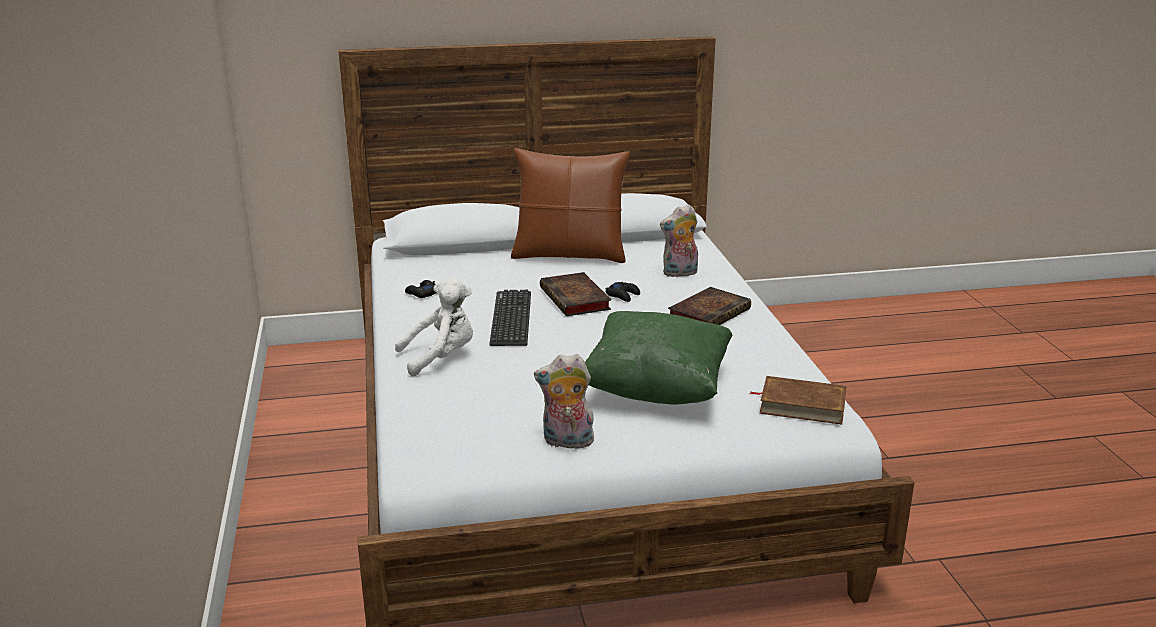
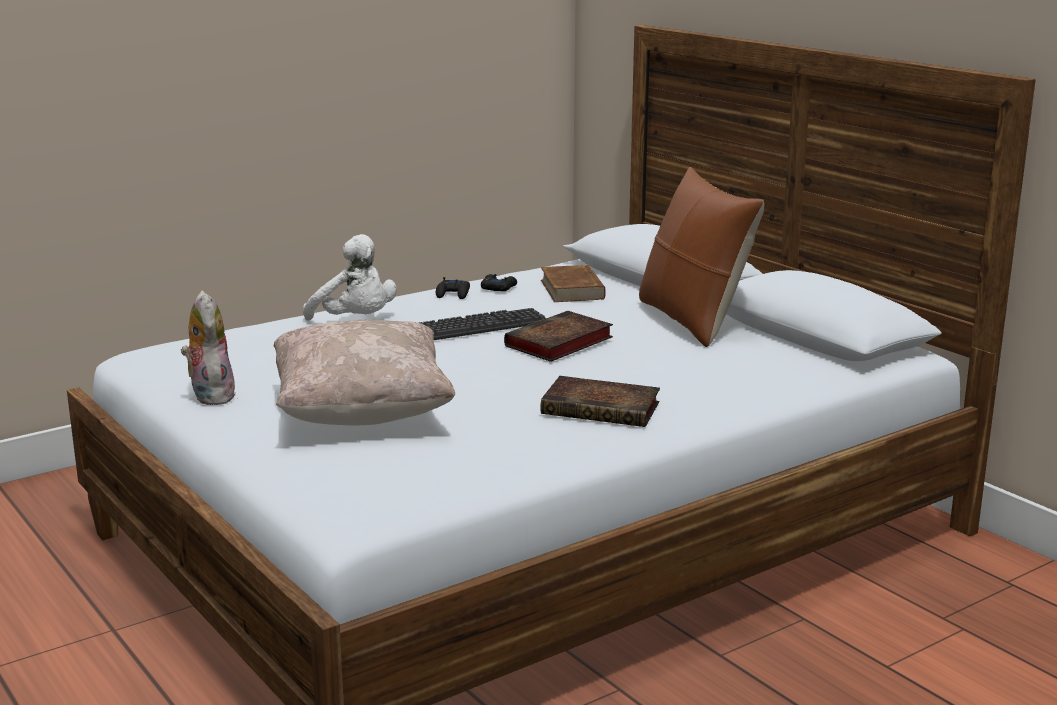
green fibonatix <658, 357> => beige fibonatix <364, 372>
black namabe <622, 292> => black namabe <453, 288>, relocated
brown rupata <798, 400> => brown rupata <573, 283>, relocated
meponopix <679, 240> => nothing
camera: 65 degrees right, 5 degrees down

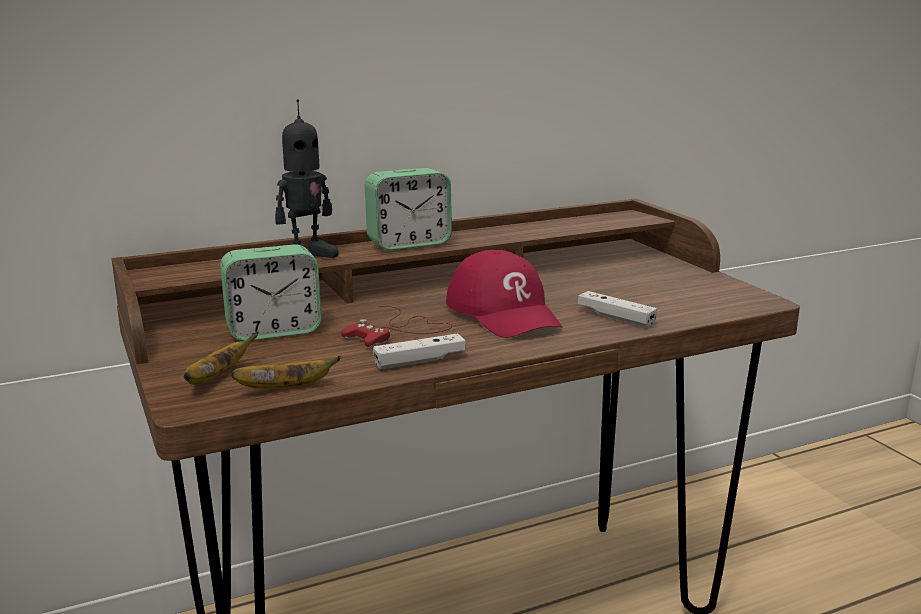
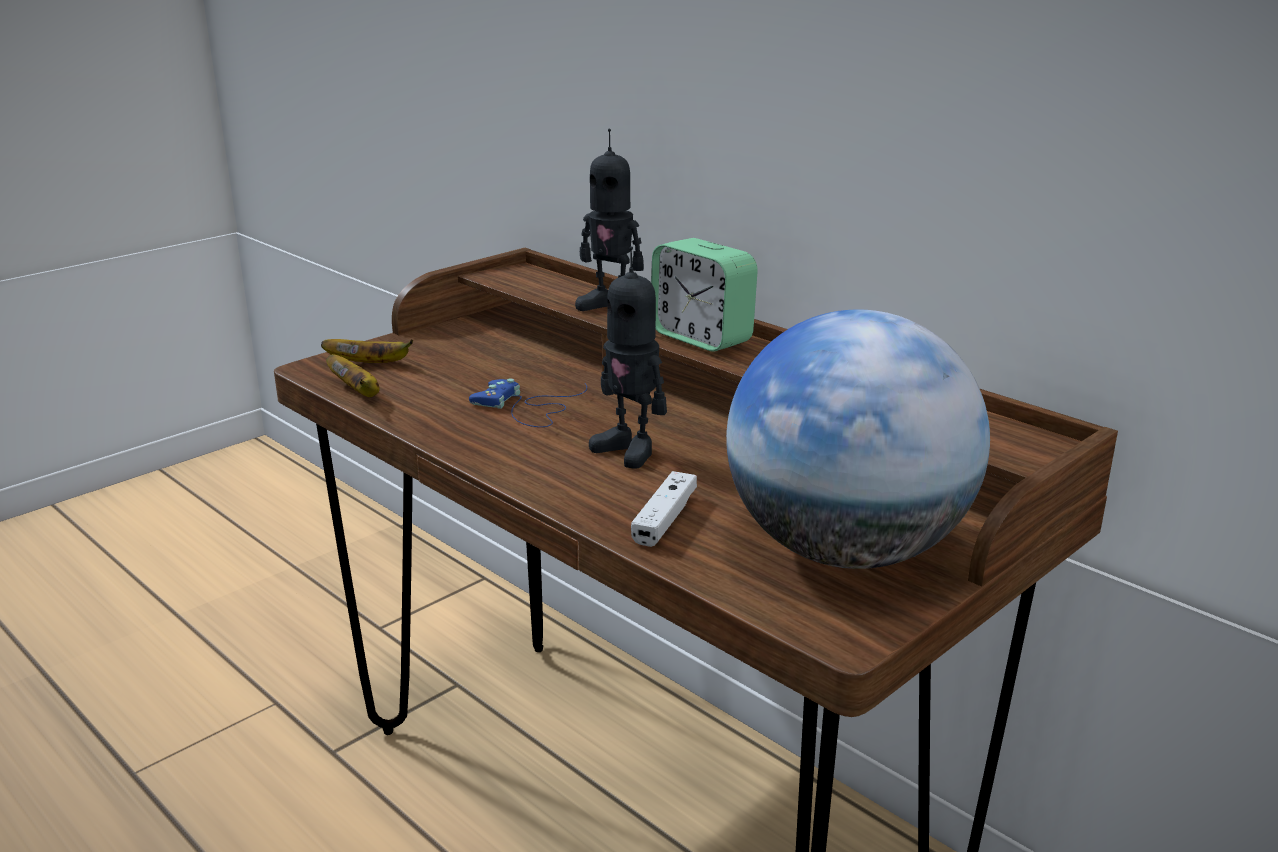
red namabe <396, 327> => blue namabe <528, 402>
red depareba <504, 294> => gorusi <628, 357>
nothing => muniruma <858, 439>
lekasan <271, 292> => nothing
white namabe <419, 351> => nothing
camera: 70 degrees right, 5 degrees up

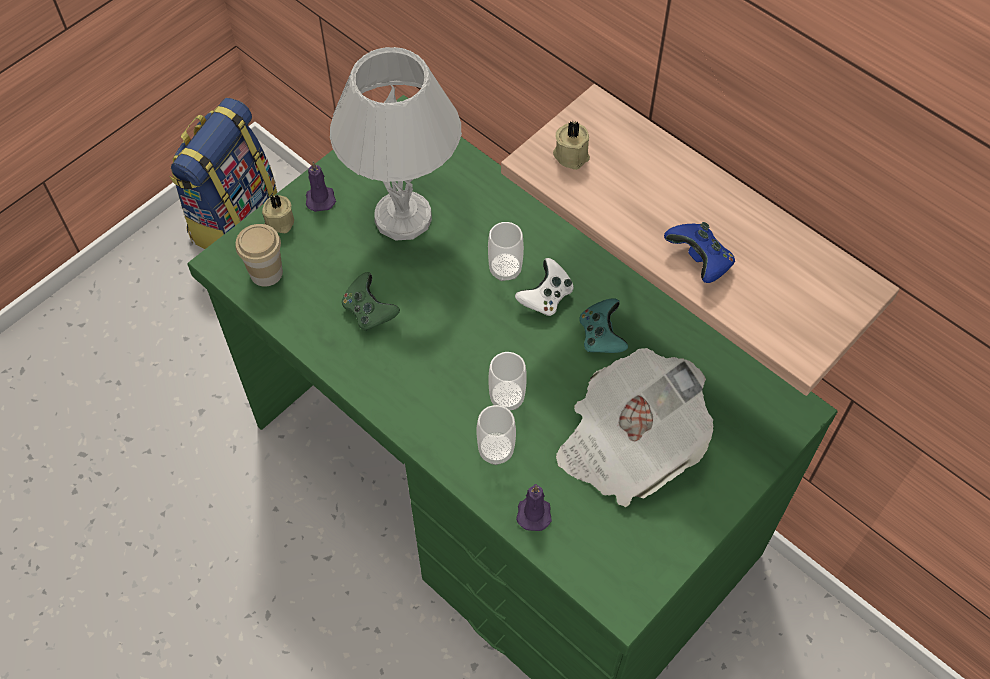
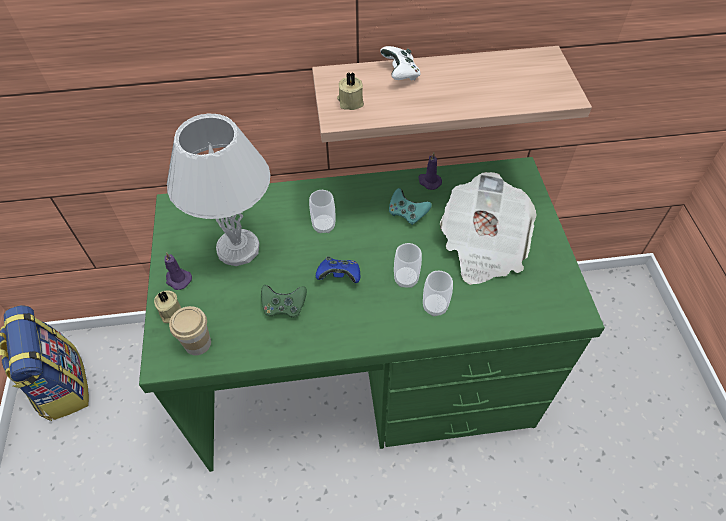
blue namabe <699, 252> => blue namabe <338, 269>, relocated
white namabe <544, 287> => white namabe <400, 63>, relocated
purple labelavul <534, 507> => purple labelavul <430, 171>, relocated
camera: 50 degrees left, 5 degrees down

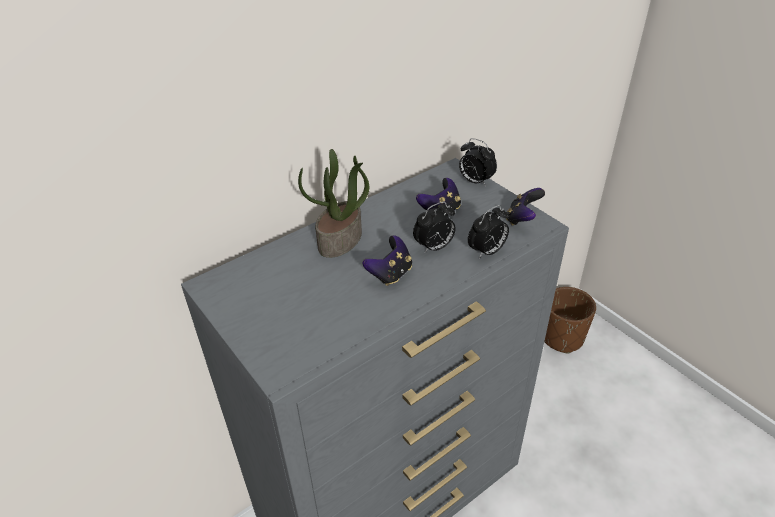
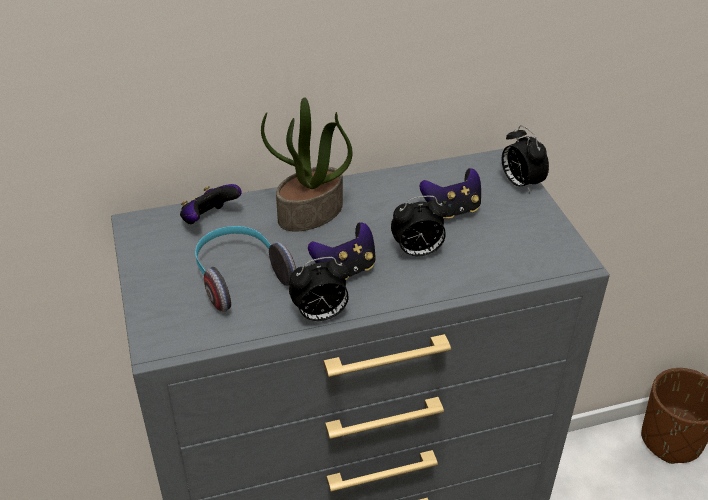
namabe <525, 207> => namabe <211, 204>, relocated
nothing => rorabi <245, 269>
lekasan <488, 231> => lekasan <319, 289>, relocated
camera: 20 degrees right, 0 degrees up

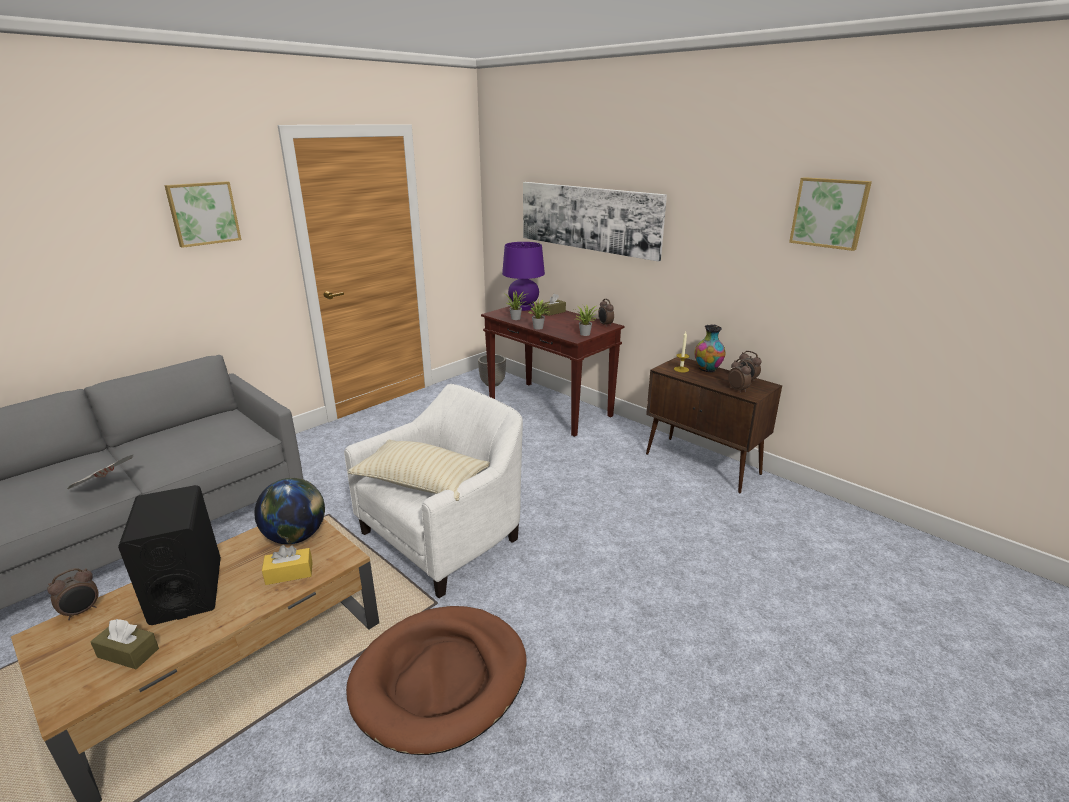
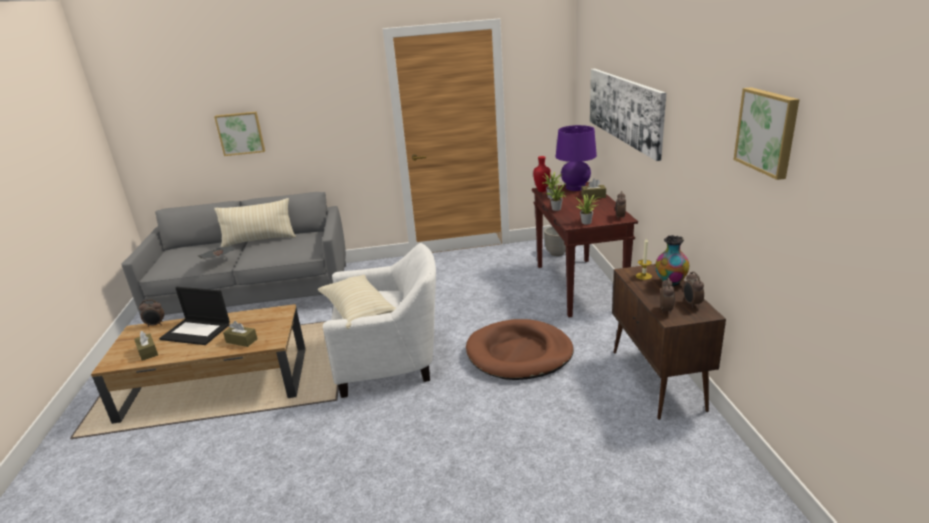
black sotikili <169, 555> => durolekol <194, 316>
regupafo <202, 214> => regupafo <239, 134>, relocated
nothing => beige fibonatix <255, 222>
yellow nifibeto <287, 565> => brown nifibeto <240, 334>
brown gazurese <436, 680> => brown gazurese <520, 349>, relocated
nothing => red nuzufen <542, 174>
muniruma <289, 511> => nothing
camera: 40 degrees right, 0 degrees up

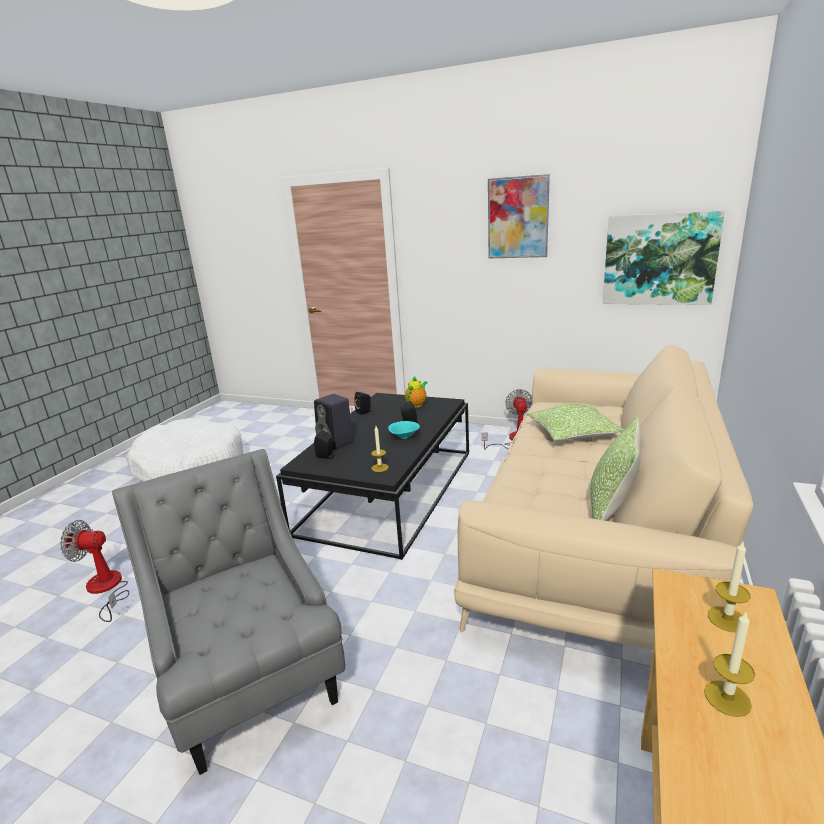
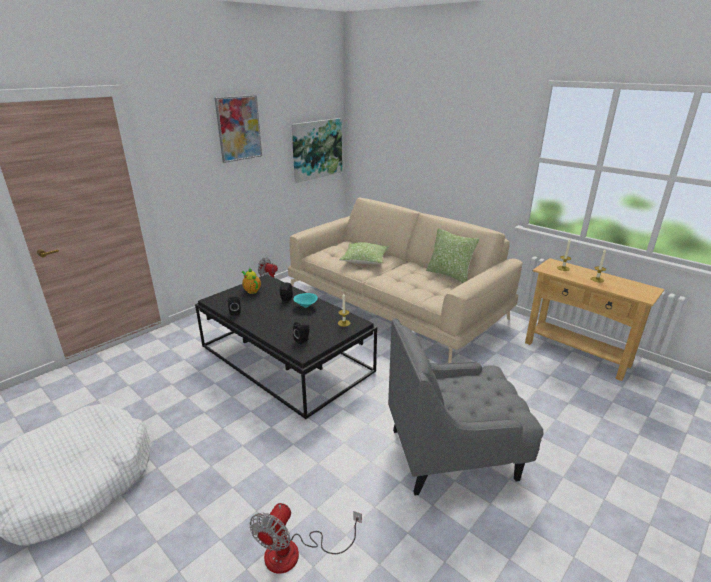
black sotikili <334, 422> => nothing
camera: 70 degrees left, 5 degrees up

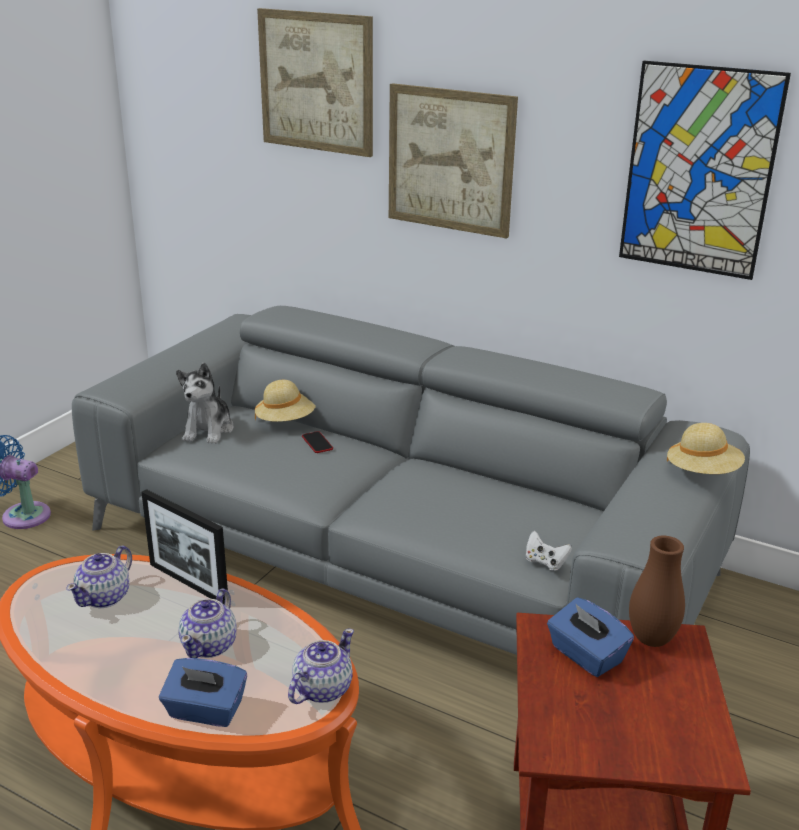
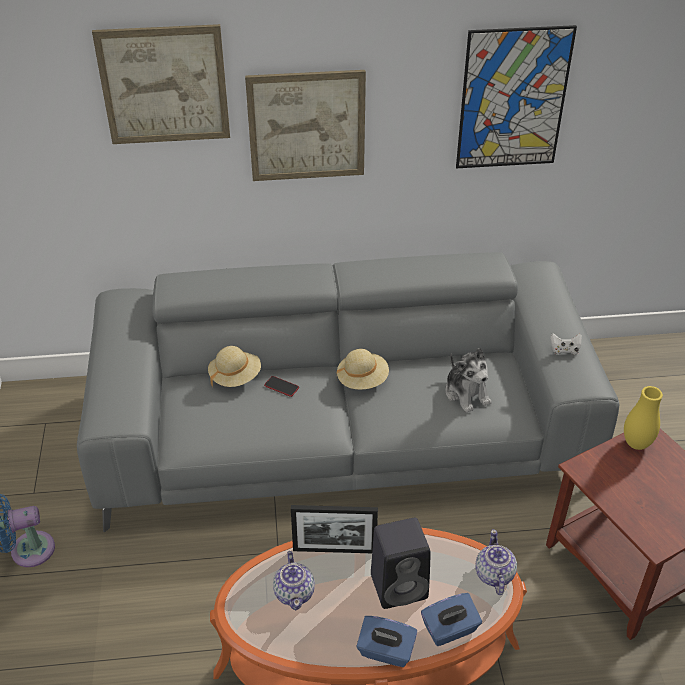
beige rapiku <706, 448> => beige rapiku <362, 369>, relocated
blue nifibeto <590, 637> => blue nifibeto <387, 641>, relocated
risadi <208, 623> => black sotikili <401, 563>
meponopix <204, 403> => meponopix <468, 380>, relocated
white namabe <549, 551> => white namabe <566, 344>, relocated
brown nuzufen <657, 591> => yellow nuzufen <643, 418>
camera: 35 degrees left, 15 degrees up

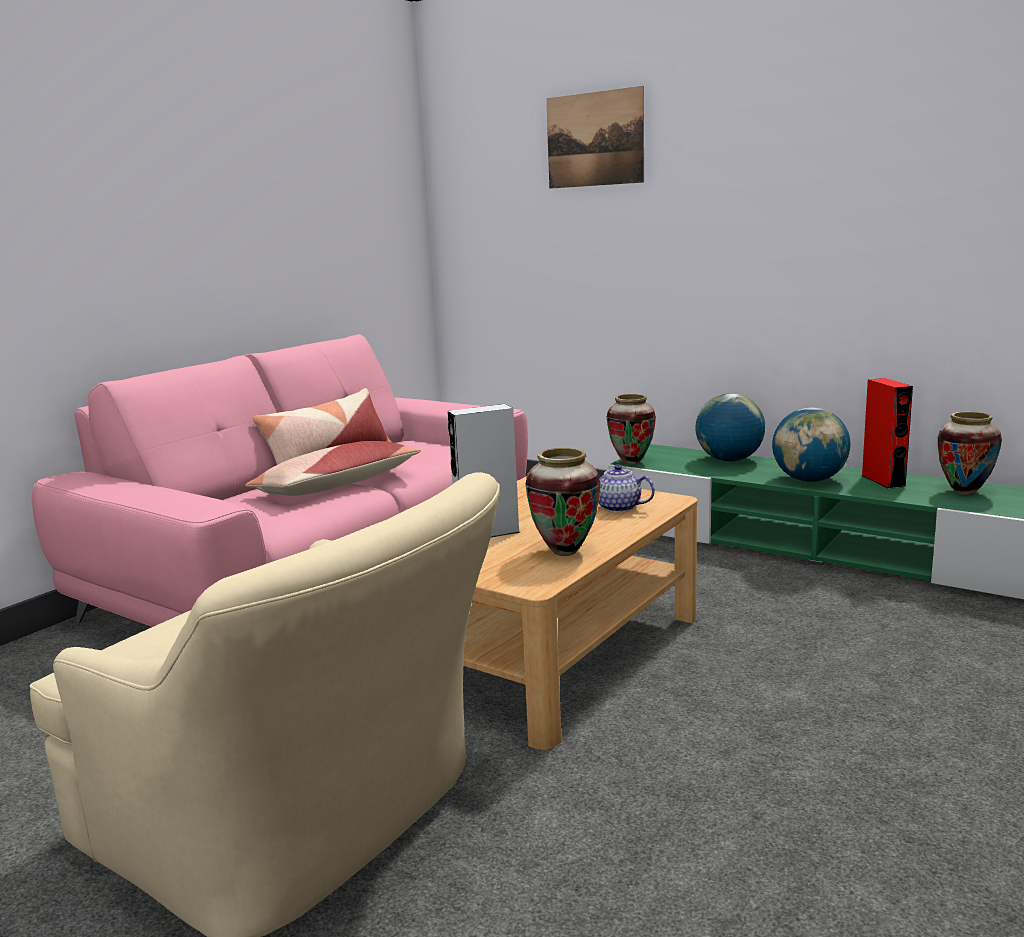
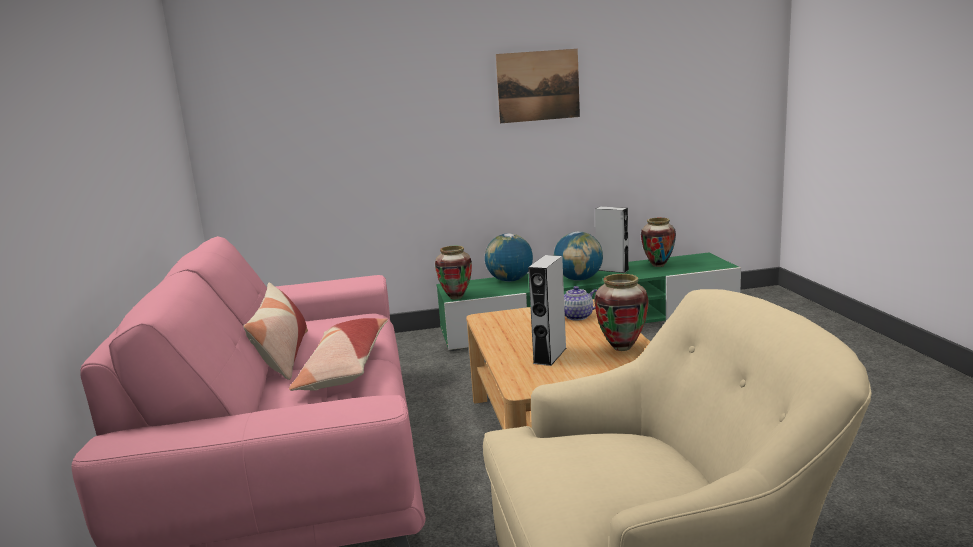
regupafo <595, 137> => regupafo <538, 86>, relocated
red sotikili <887, 433> => grey sotikili <612, 240>
camera: 45 degrees left, 0 degrees up

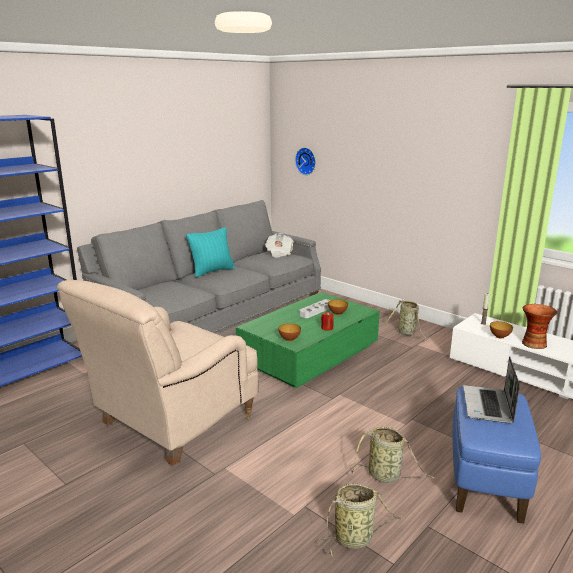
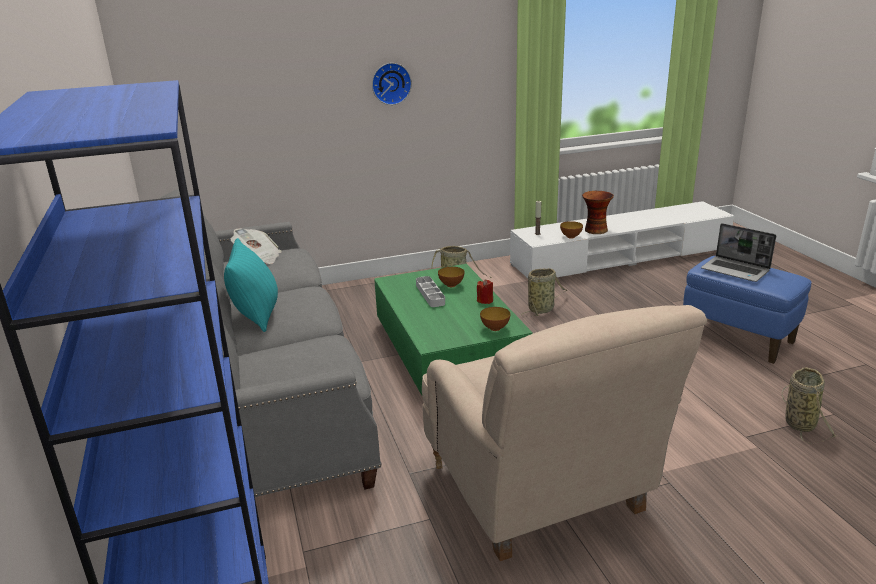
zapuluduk <305, 161> => zapuluduk <392, 84>, relocated
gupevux <392, 455> => gupevux <544, 292>, relocated
camera: 60 degrees left, 5 degrees up

